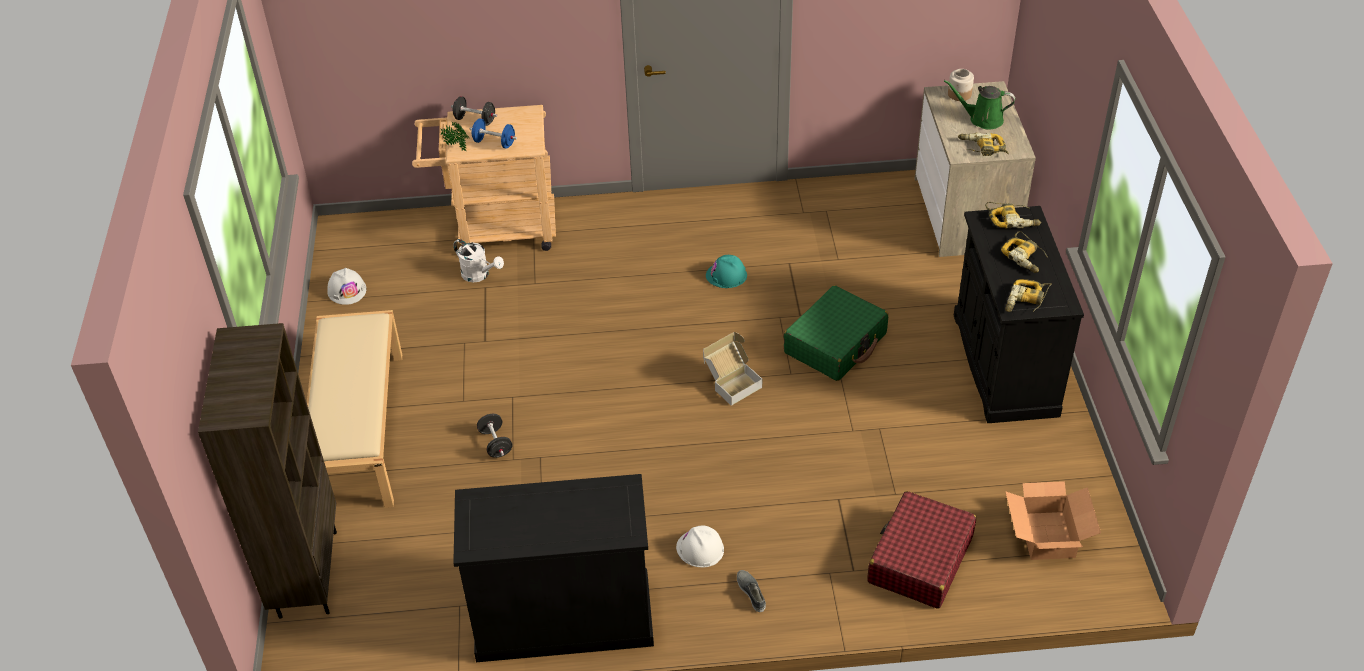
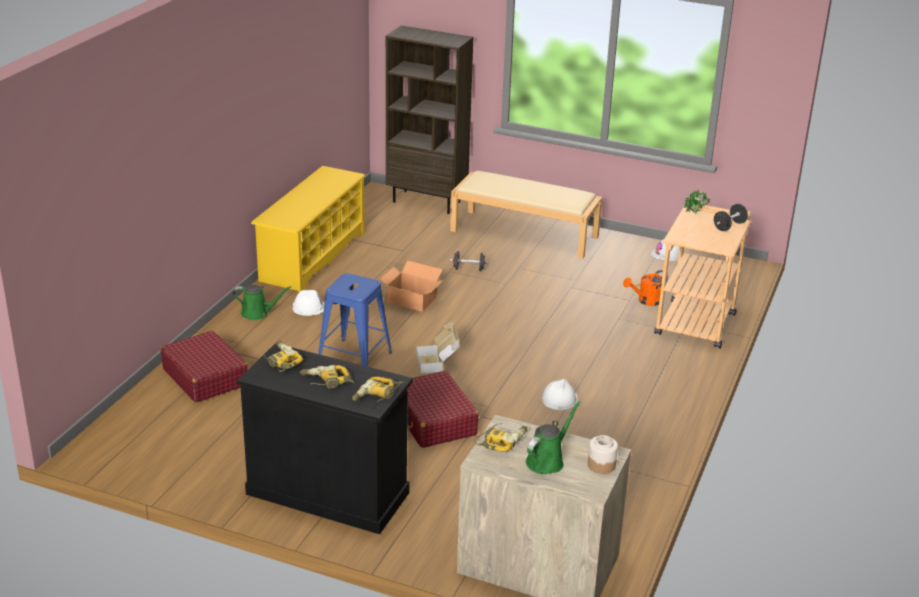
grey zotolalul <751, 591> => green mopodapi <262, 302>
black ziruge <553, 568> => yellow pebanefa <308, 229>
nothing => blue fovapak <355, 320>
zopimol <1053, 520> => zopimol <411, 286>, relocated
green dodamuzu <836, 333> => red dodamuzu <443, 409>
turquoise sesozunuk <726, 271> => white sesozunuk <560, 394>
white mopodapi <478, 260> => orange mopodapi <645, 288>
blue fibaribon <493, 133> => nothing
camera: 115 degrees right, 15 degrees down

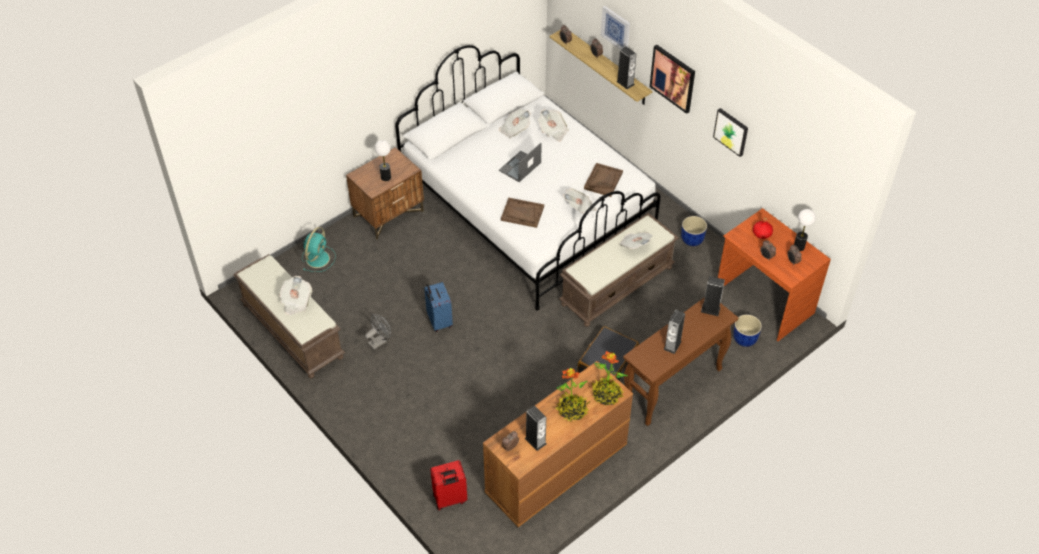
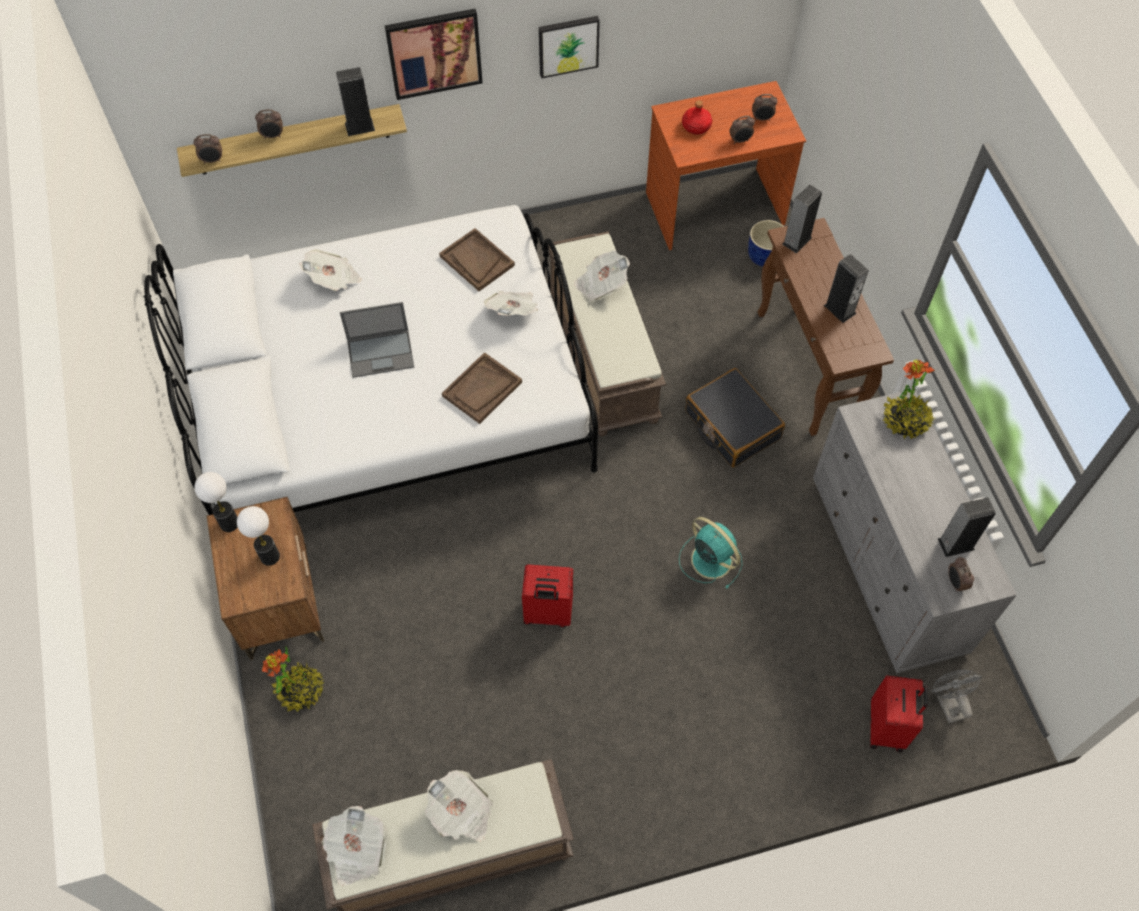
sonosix <805, 230> => sonosix <216, 502>, relocated
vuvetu <573, 394> => vuvetu <293, 679>, relocated
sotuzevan <515, 123> => sotuzevan <355, 846>, relocated
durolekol <520, 162> => durolekol <377, 340>, 75 degrees counterclockwise
blue dodamuzu <438, 307> => red dodamuzu <547, 595>
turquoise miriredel <319, 249> => turquoise miriredel <711, 553>, relocated
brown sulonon <558, 444> => grey sulonon <915, 531>
grey miriredel <378, 332> => grey miriredel <956, 697>, relocated
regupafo <615, 28> => nothing
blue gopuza <694, 231> => nothing
camera: 65 degrees left, 10 degrees up

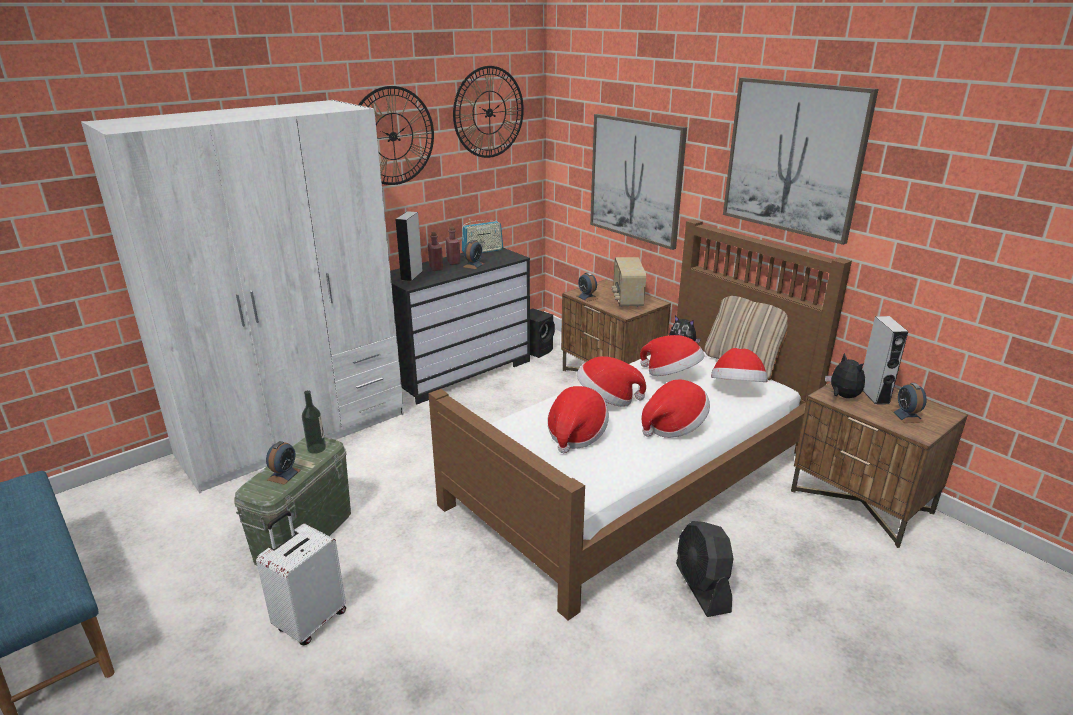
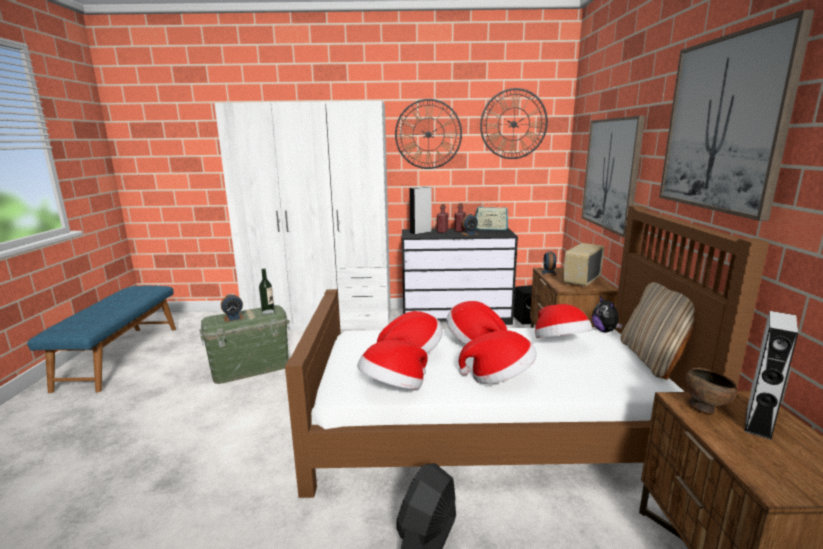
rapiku <739, 365> => rapiku <392, 364>, relocated
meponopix <845, 375> => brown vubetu <710, 391>
white dodamuzu <301, 578> => nothing
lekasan <909, 403> => nothing
camera: 40 degrees right, 10 degrees down

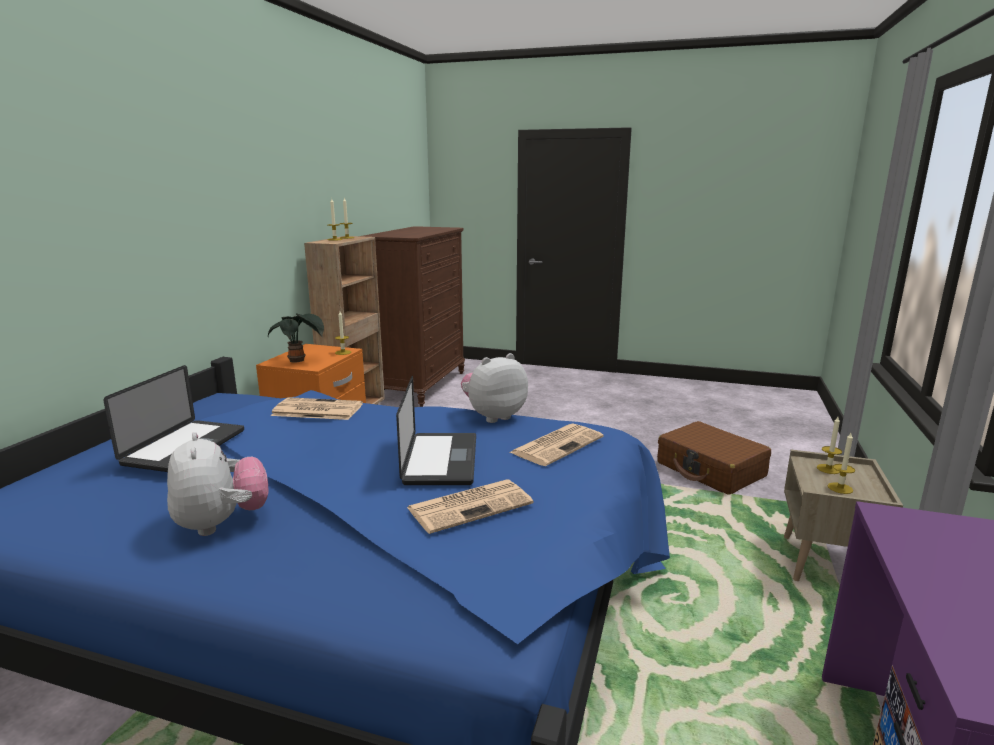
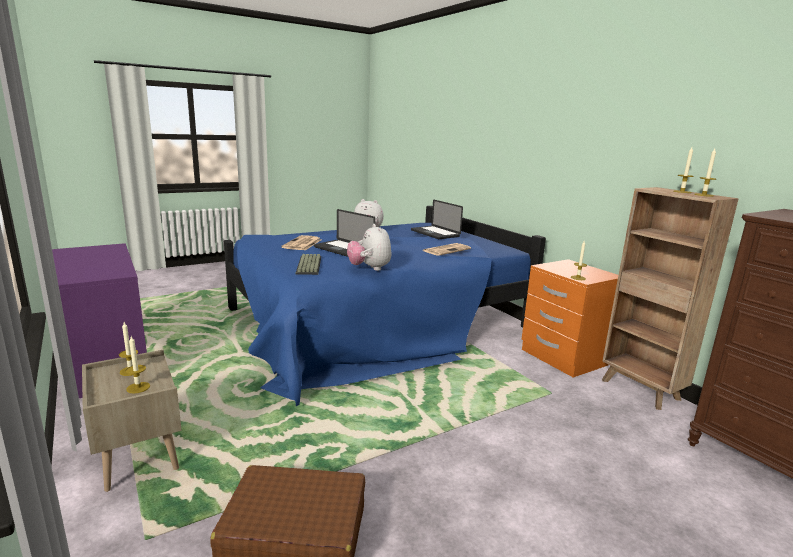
sotuzevan <556, 445> => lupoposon <308, 264>
meponopix <494, 388> => meponopix <369, 247>, 150 degrees clockwise
vuvetu <296, 338> => nothing
camera: 130 degrees right, 0 degrees up

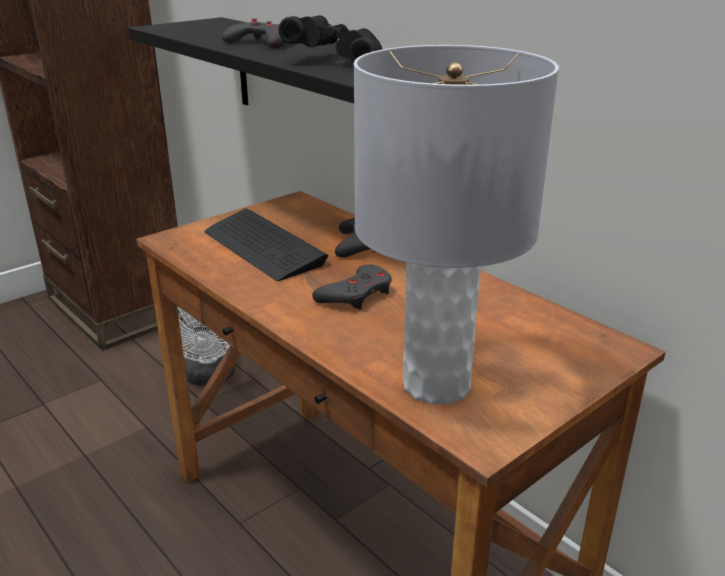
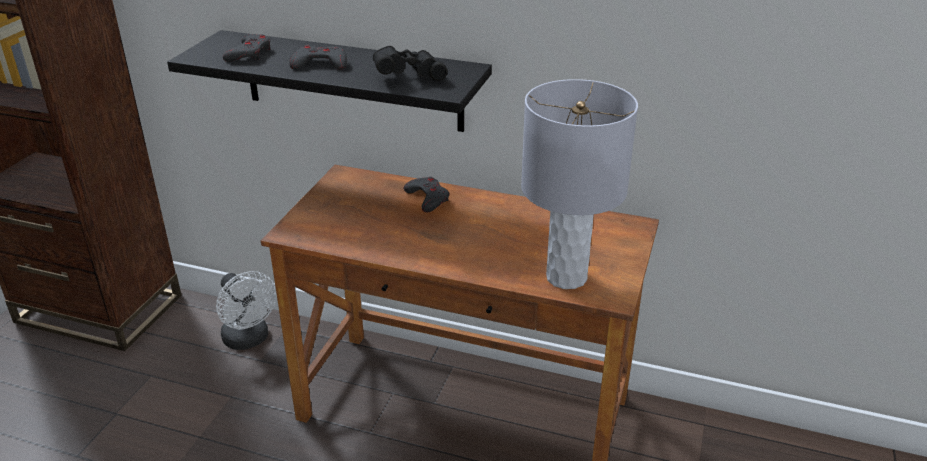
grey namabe <352, 287> => grey namabe <246, 48>, relocated
lupoposon <267, 245> => nothing
camera: 30 degrees left, 5 degrees up

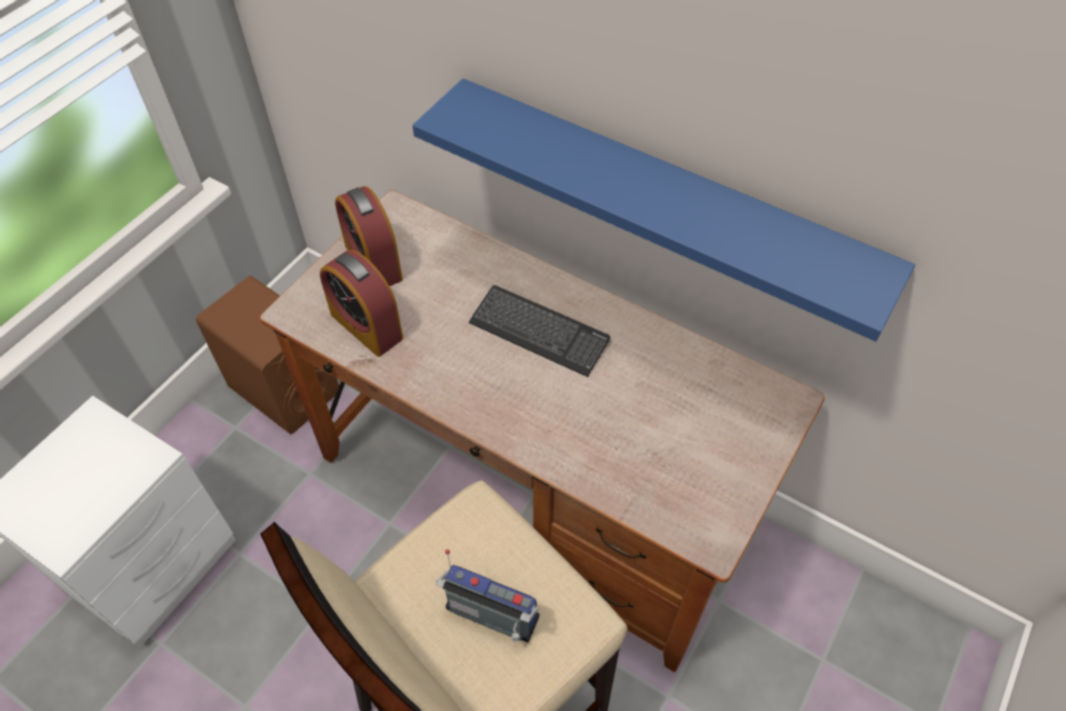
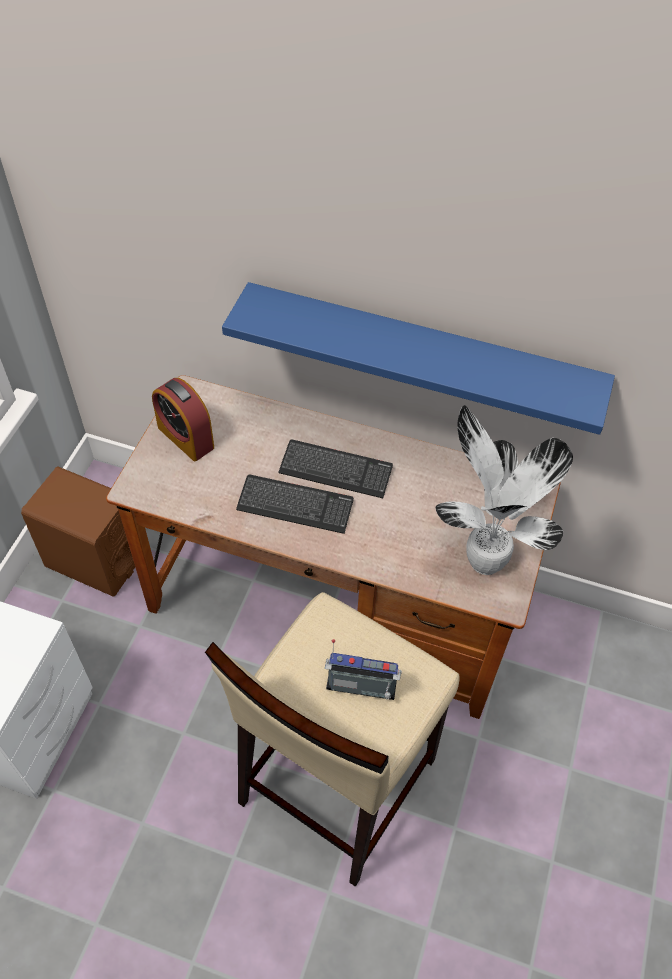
nothing => lupoposon <295, 504>
nothing => vuvetu <504, 490>
lekasan <361, 303> => nothing
camera: 15 degrees left, 0 degrees up

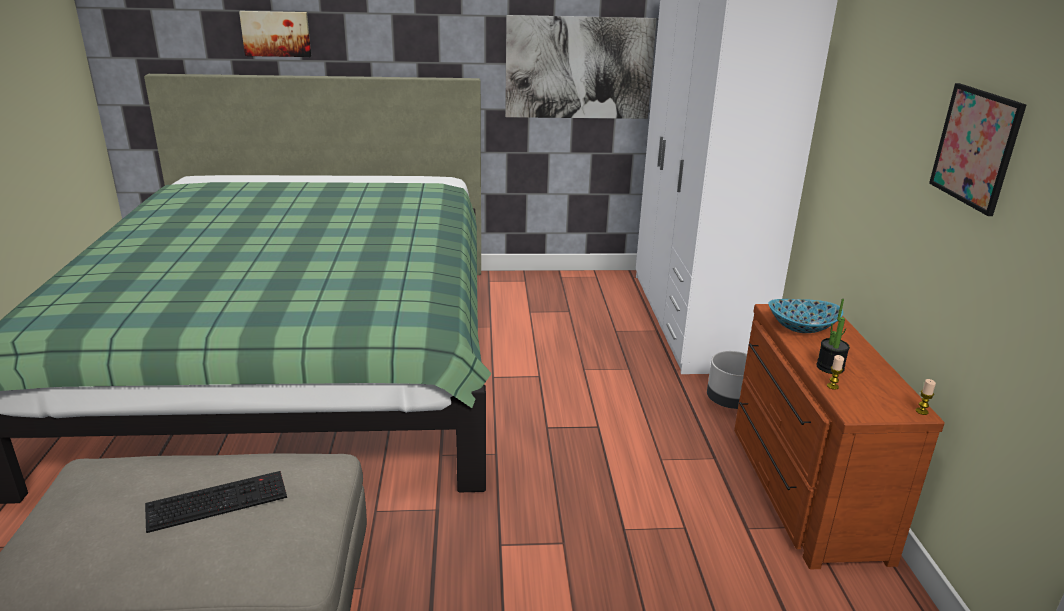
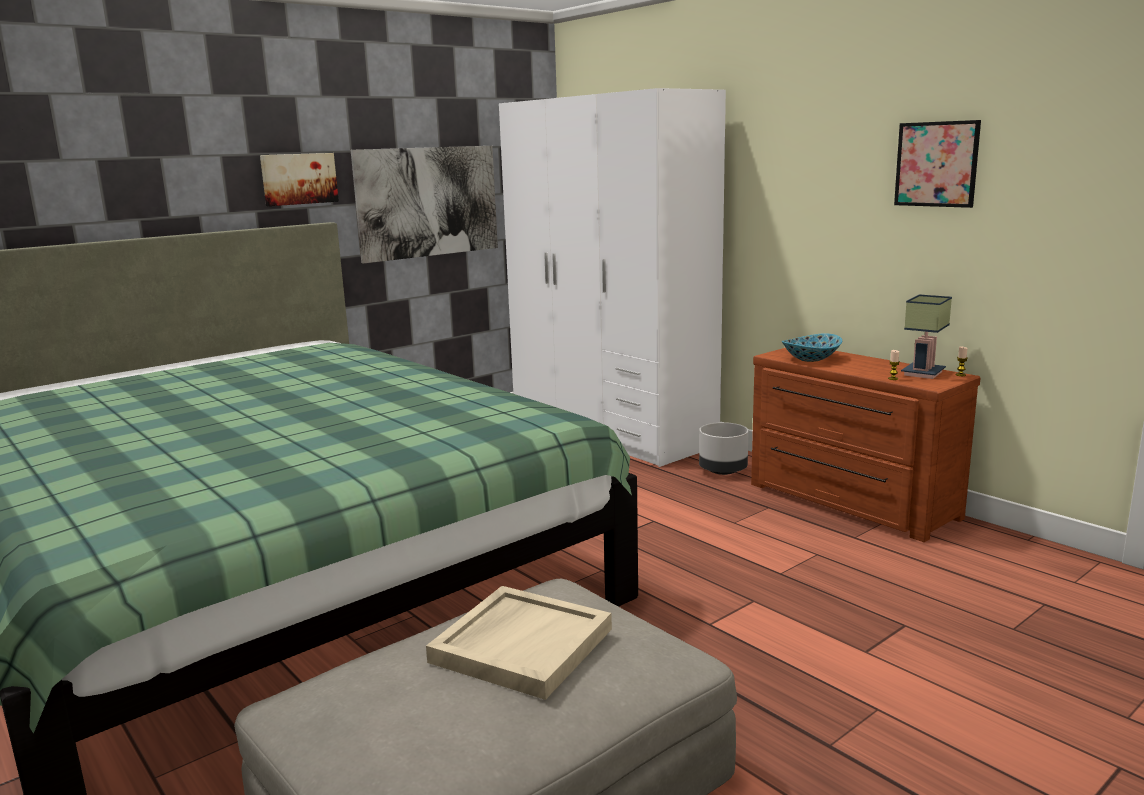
regupafo <275, 34> => regupafo <299, 179>, relocated
lupoposon <216, 502> => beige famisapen <519, 643>
nothing => sonosix <926, 336>
vuvetu <833, 336> => nothing
camera: 35 degrees left, 10 degrees down

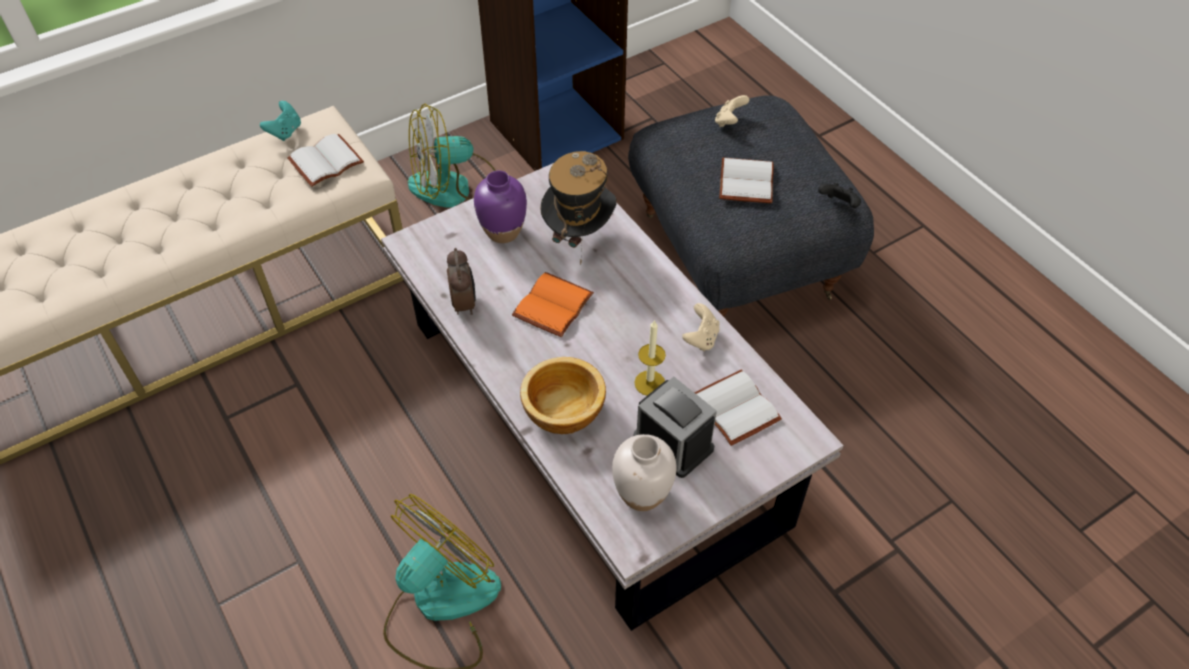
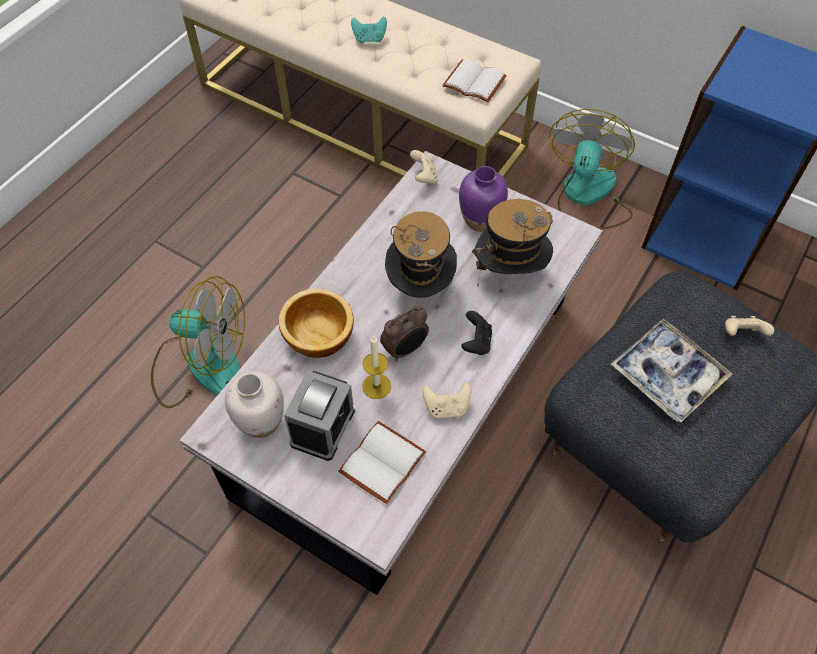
turquoise namabe <280, 121> => turquoise namabe <369, 30>, relocated
lekasan <461, 281> => lekasan <404, 333>, relocated
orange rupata <553, 304> => rapiku <421, 254>
nothing => beige namabe <424, 167>
black namabe <839, 195> => black namabe <476, 333>, relocated
miriredel <452, 156> => miriredel <592, 169>, 60 degrees clockwise
white rupata <746, 180> => famisapen <671, 370>
camera: 65 degrees right, 5 degrees up

